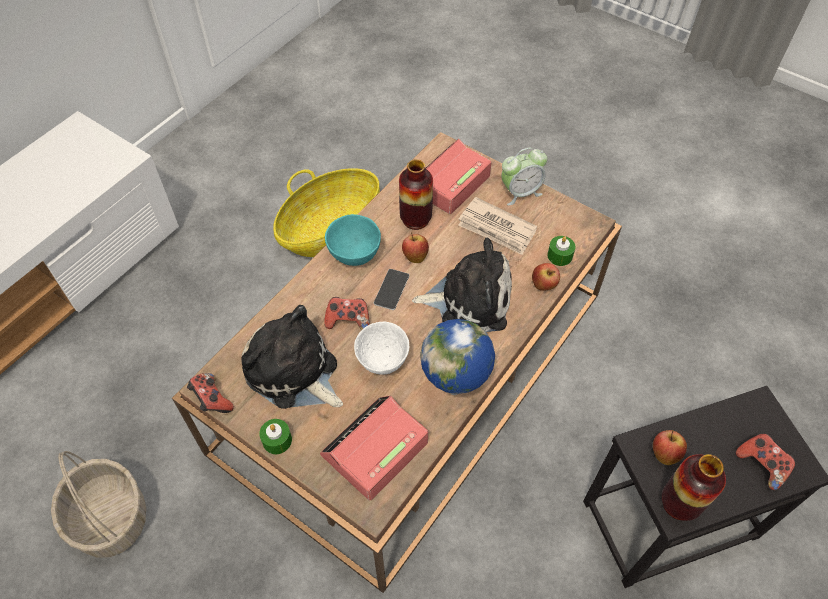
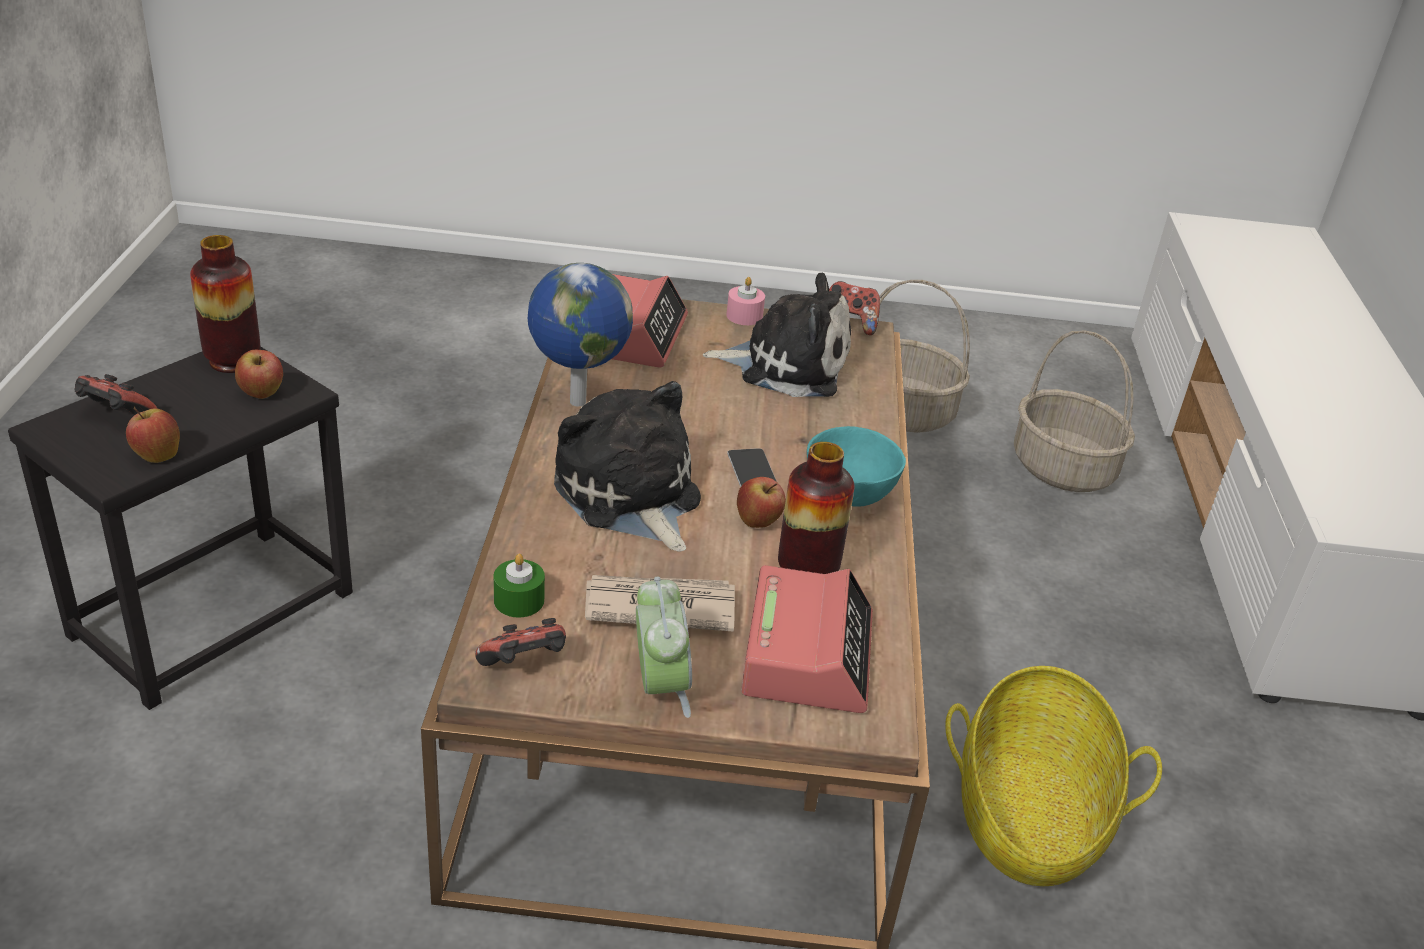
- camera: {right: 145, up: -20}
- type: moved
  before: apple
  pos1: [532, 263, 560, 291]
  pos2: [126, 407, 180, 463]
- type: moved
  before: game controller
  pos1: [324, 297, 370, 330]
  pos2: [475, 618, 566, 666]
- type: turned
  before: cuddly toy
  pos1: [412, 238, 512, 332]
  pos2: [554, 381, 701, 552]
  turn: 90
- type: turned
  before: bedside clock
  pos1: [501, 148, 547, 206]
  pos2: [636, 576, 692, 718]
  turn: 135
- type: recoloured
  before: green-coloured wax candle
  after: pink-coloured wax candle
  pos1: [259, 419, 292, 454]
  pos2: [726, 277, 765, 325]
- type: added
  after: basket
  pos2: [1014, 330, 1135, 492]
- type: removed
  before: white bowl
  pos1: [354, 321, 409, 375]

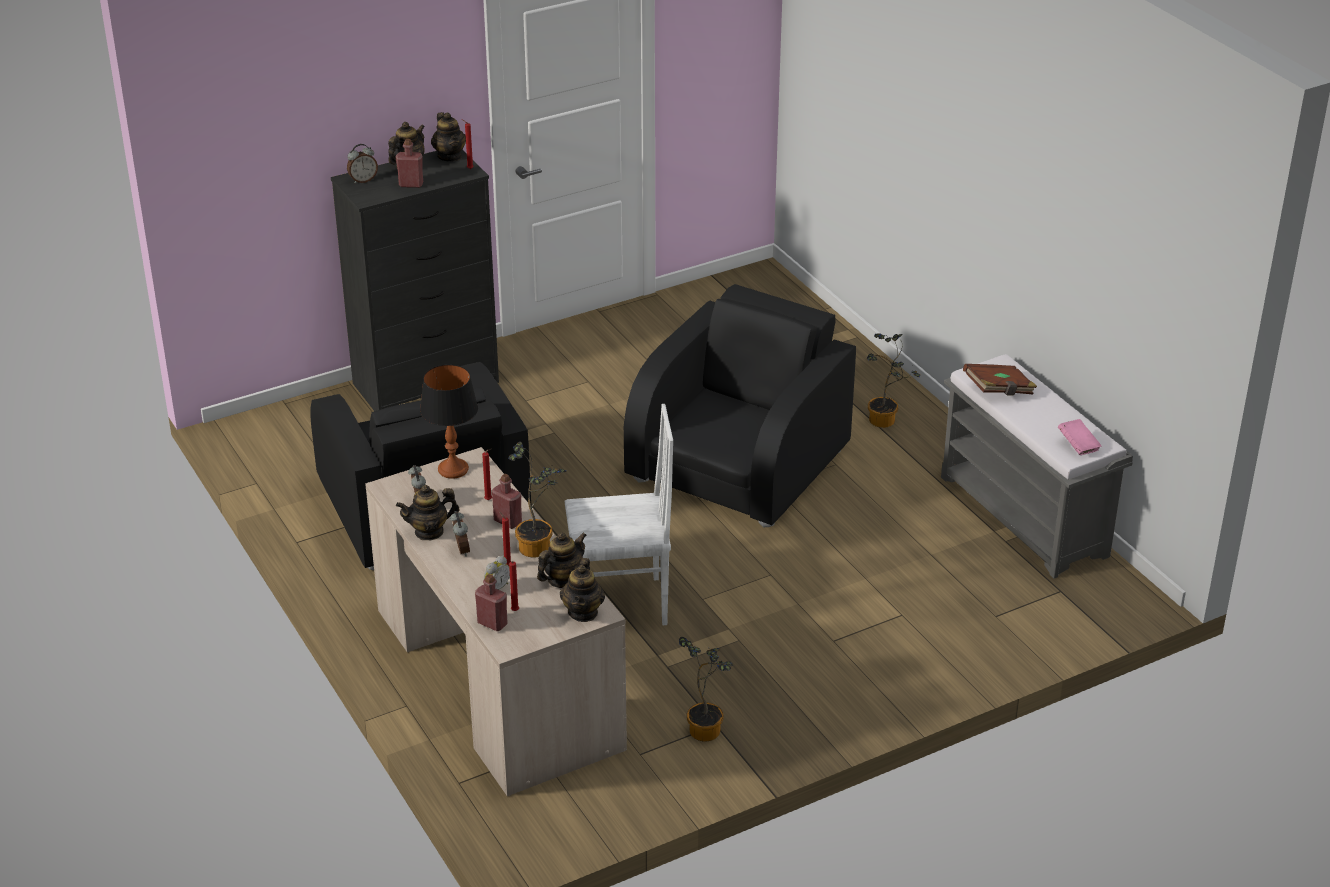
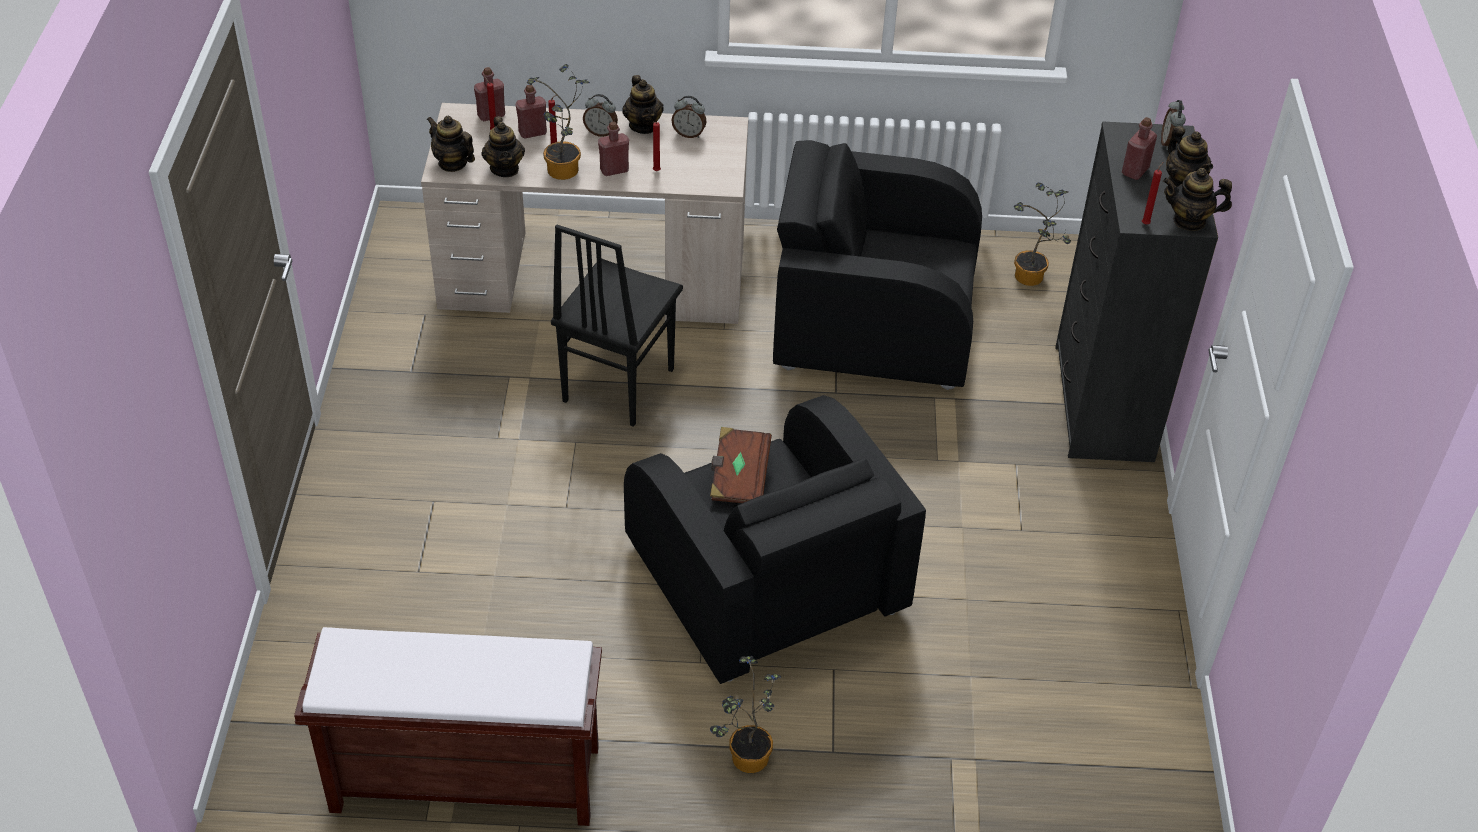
- camera: {right: 120, up: 10}
- type: recoloured
  before: greyish bench
  after: brownish bench
  pos1: [941, 354, 1133, 579]
  pos2: [294, 627, 602, 826]
- type: replaced
  before: bedside clock
  after: red drink bottle
  pos1: [484, 556, 510, 590]
  pos2: [516, 85, 547, 139]
- type: recoloured
  before: white upright chair
  after: black upright chair
  pos1: [565, 404, 673, 625]
  pos2: [551, 225, 683, 427]
- type: turned
  before: teapot
  pos1: [396, 485, 459, 540]
  pos2: [622, 75, 664, 134]
  turn: 150
- type: moved
  before: brownish book
  pos1: [963, 364, 1037, 396]
  pos2: [710, 427, 772, 503]
- type: moved
  before: potted plant
  pos1: [679, 637, 733, 741]
  pos2: [1014, 182, 1072, 286]
- type: removed
  before: lamp for a table
  pos1: [420, 364, 478, 479]
- type: removed
  before: pink-coloured book
  pos1: [1058, 419, 1102, 455]

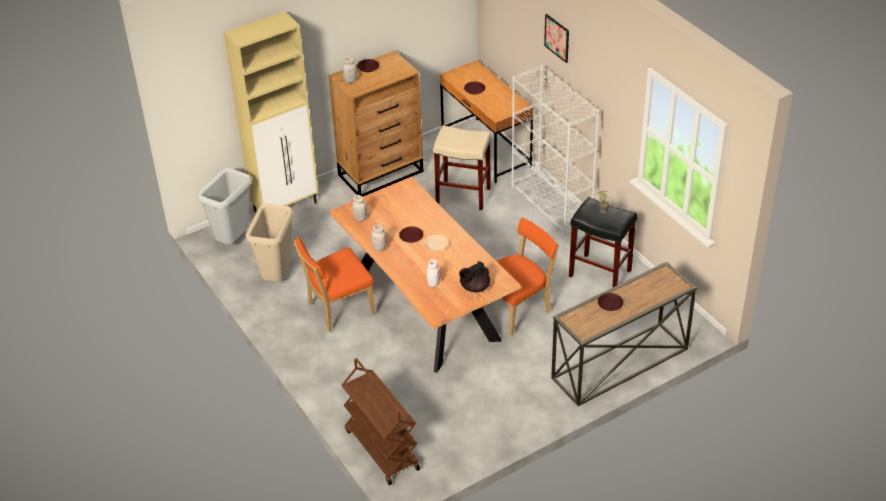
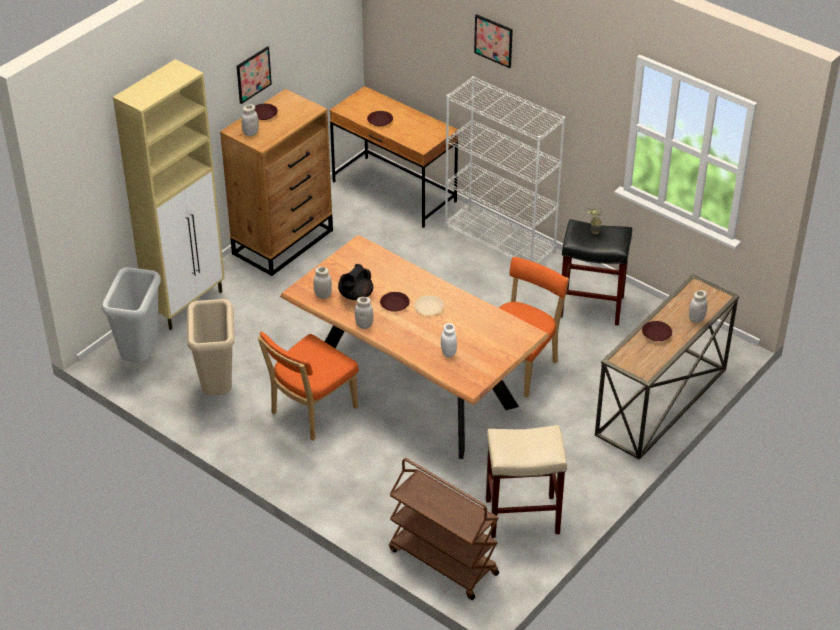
- camera: {right: -20, up: 0}
- type: added
  after: picture
  pos2: [237, 46, 272, 104]
- type: moved
  before: black teapot
  pos1: [459, 261, 490, 292]
  pos2: [338, 264, 373, 300]
- type: moved
  before: sand-coloured stool seat
  pos1: [433, 125, 491, 210]
  pos2: [486, 425, 567, 538]
- type: added
  after: white jar
  pos2: [689, 290, 708, 323]

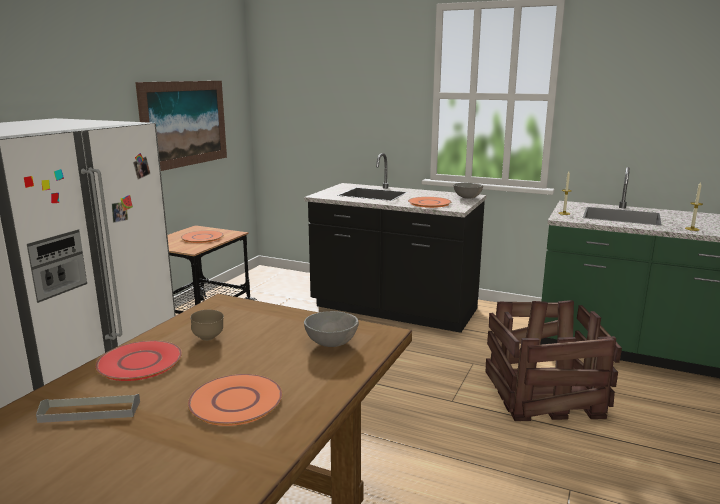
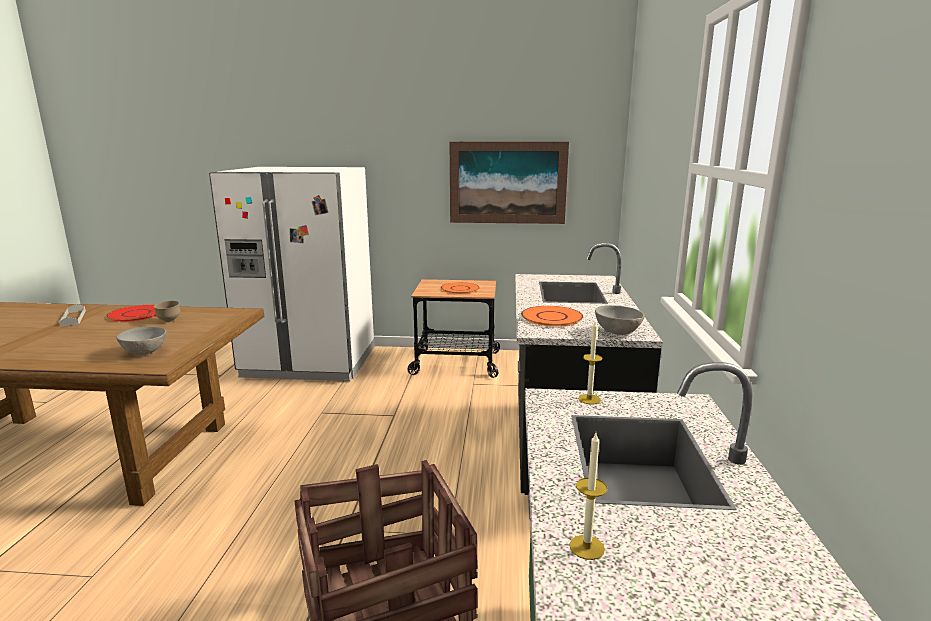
- camera: {right: 70, up: 0}
- type: removed
  before: orangey flat dish
  pos1: [188, 374, 282, 426]

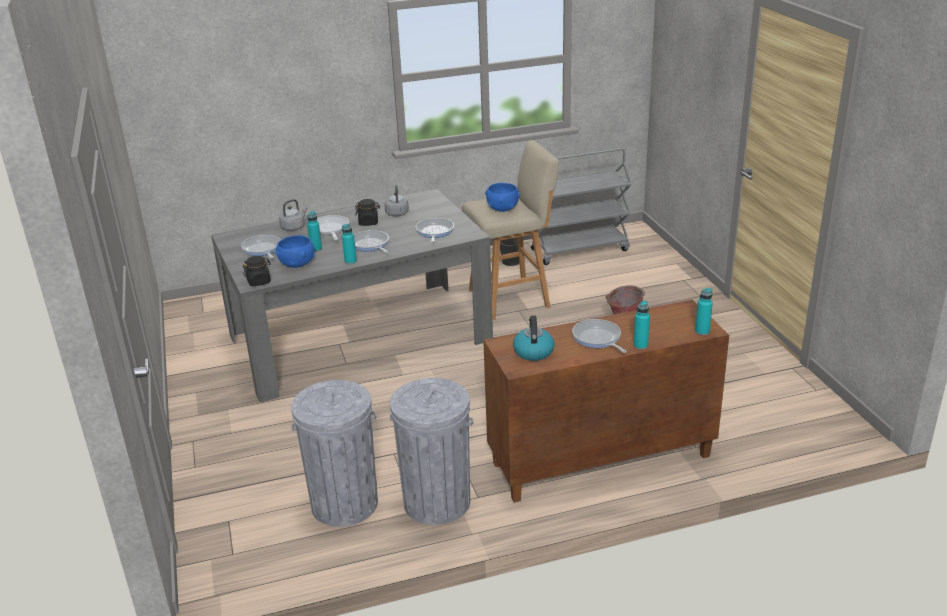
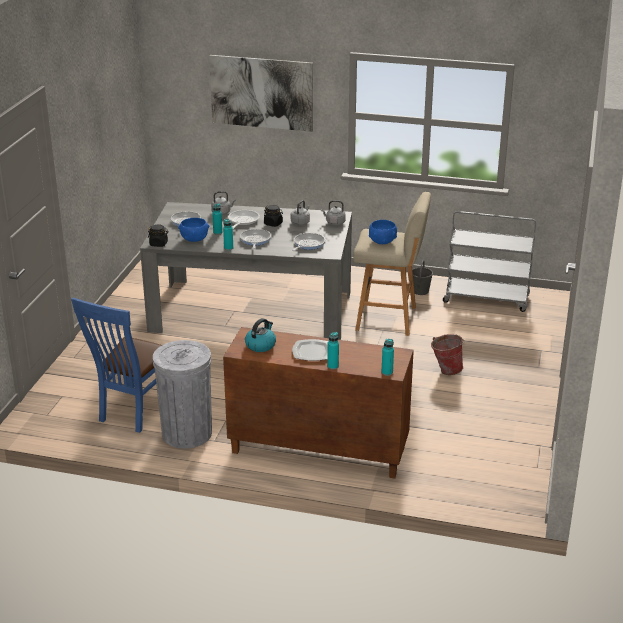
- camera: {right: 30, up: 0}
- type: replaced
  before: greyish trash can
  after: bluish upright chair
  pos1: [291, 380, 378, 527]
  pos2: [71, 298, 162, 433]
- type: added
  after: picture
  pos2: [209, 55, 313, 132]
- type: replaced
  before: frying pan
  after: flat dish
  pos1: [572, 319, 627, 353]
  pos2: [292, 339, 328, 361]
- type: added
  after: greyish water kettle
  pos2: [321, 200, 346, 225]

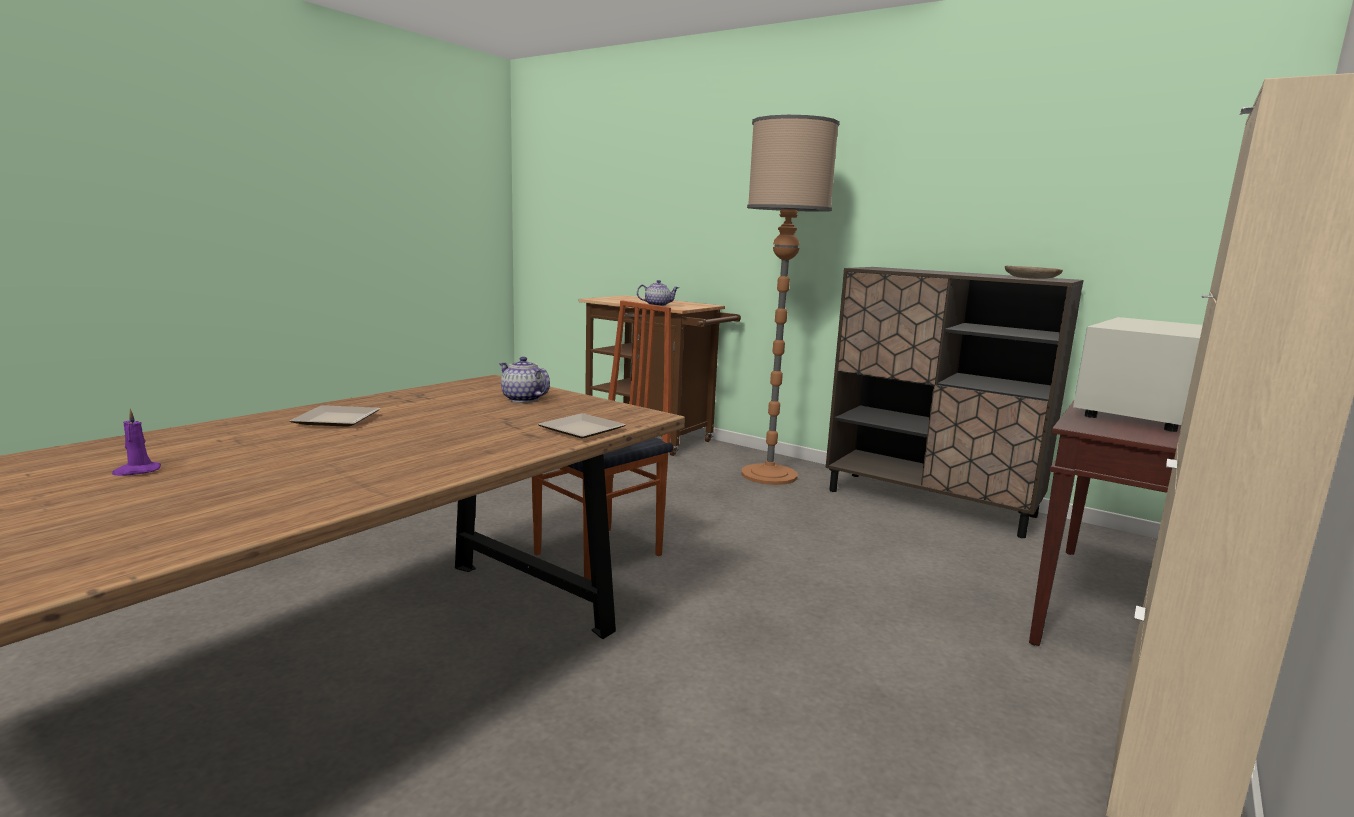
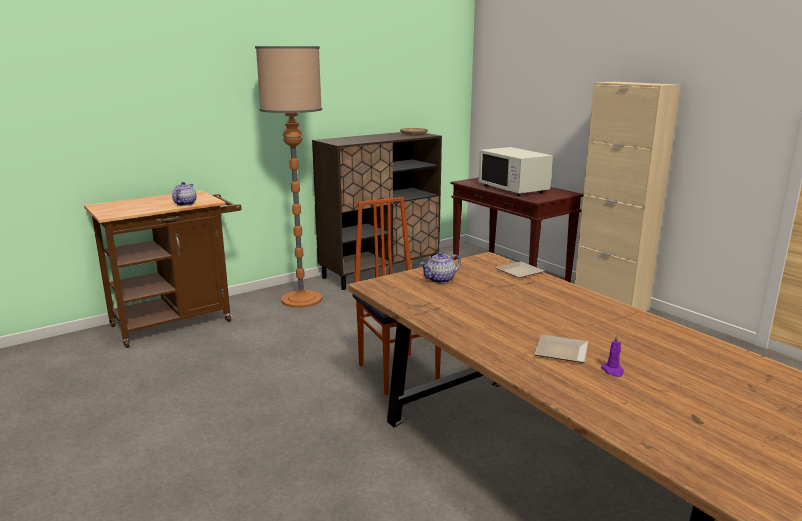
- camera: {right: -70, up: 5}
- type: moved
  before: flat dish
  pos1: [290, 405, 380, 427]
  pos2: [535, 335, 588, 363]

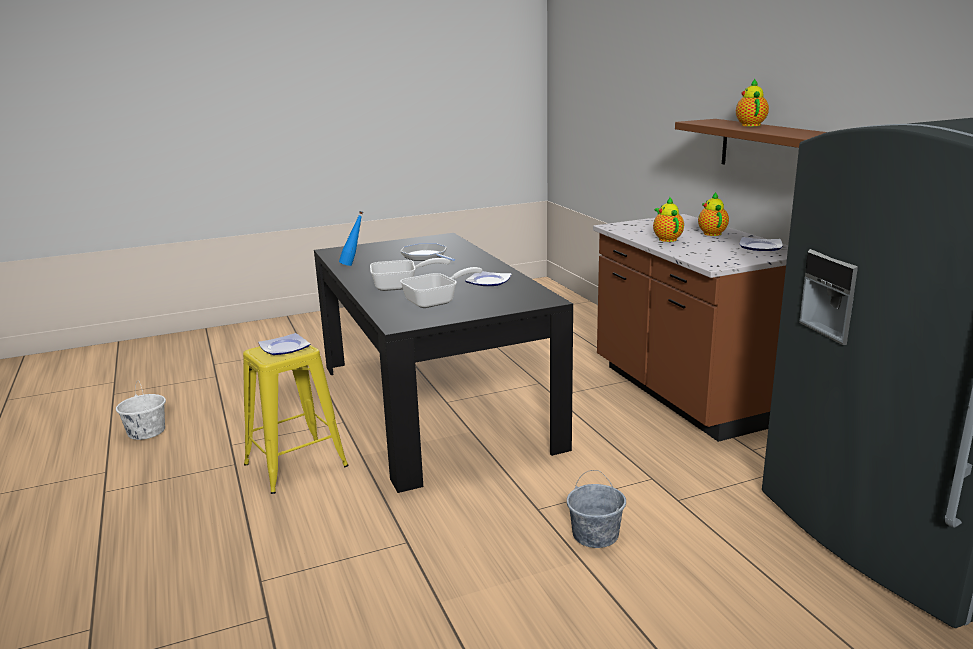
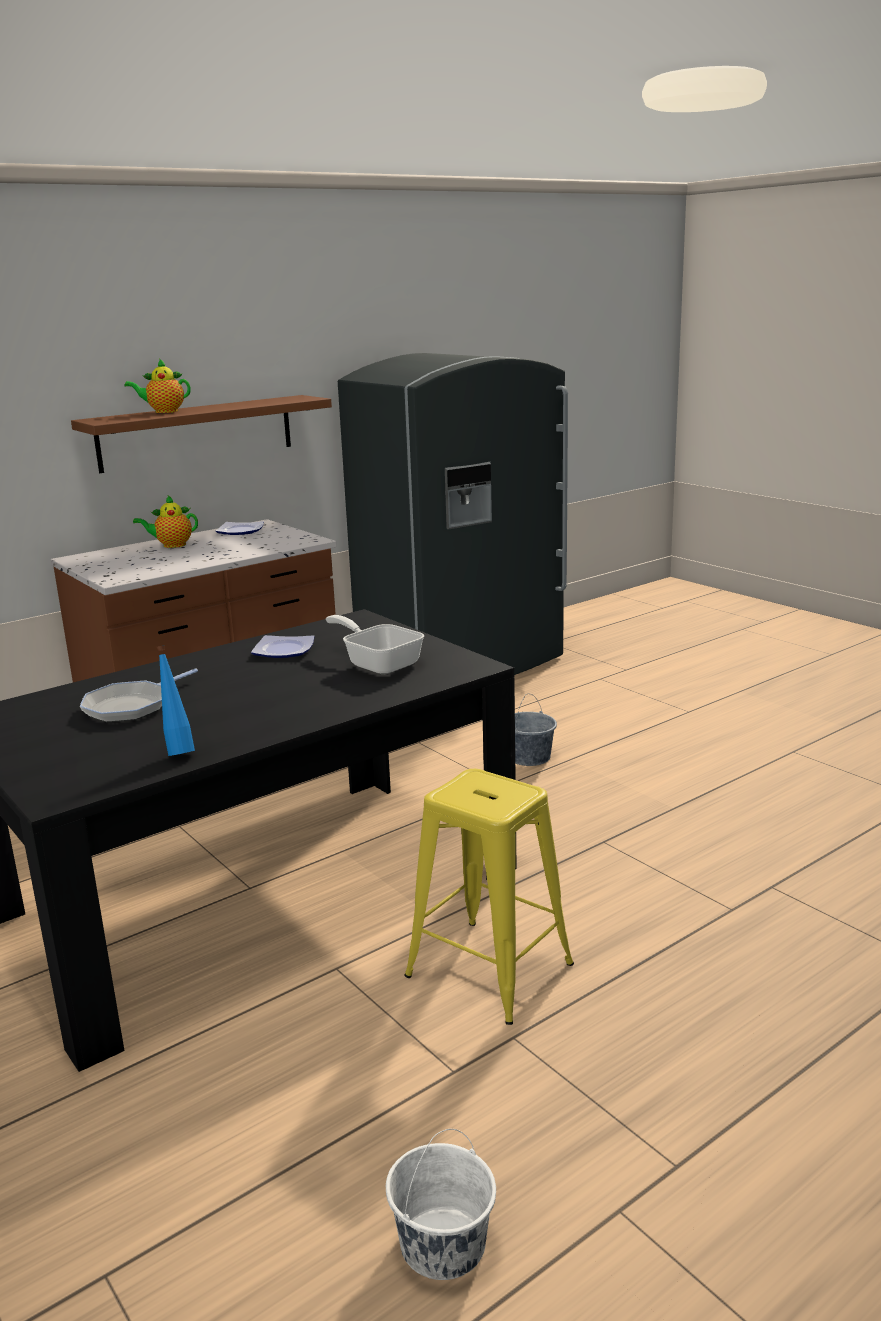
- camera: {right: -105, up: 0}
- type: removed
  before: flat dish
  pos1: [258, 333, 311, 355]
- type: removed
  before: frying pan
  pos1: [370, 258, 450, 291]
- type: removed
  before: teapot
  pos1: [653, 197, 684, 242]

